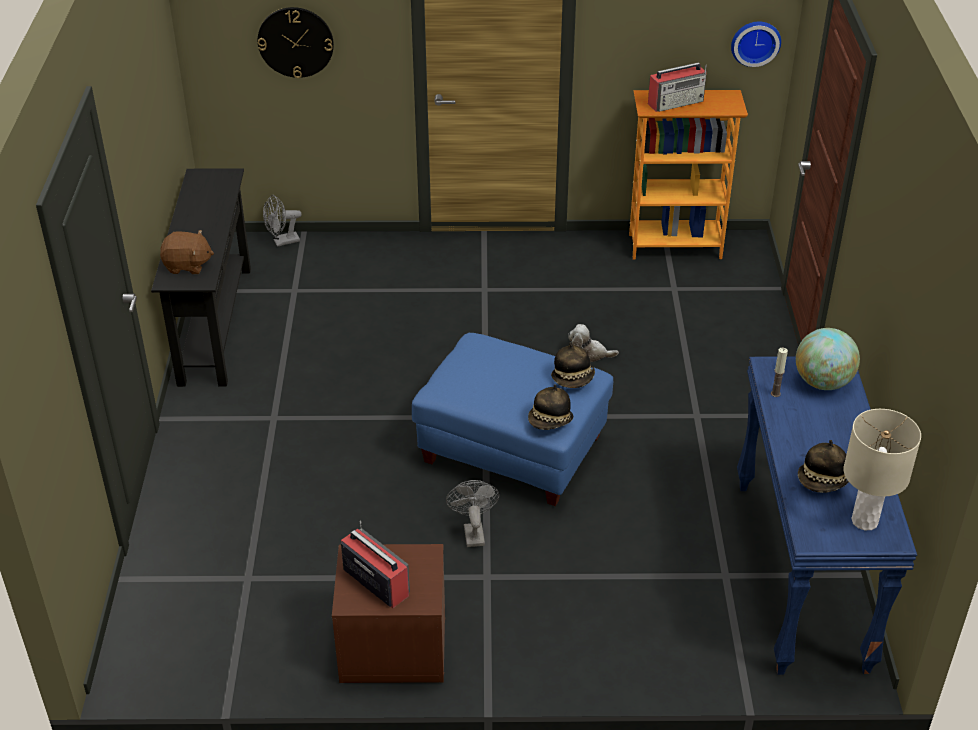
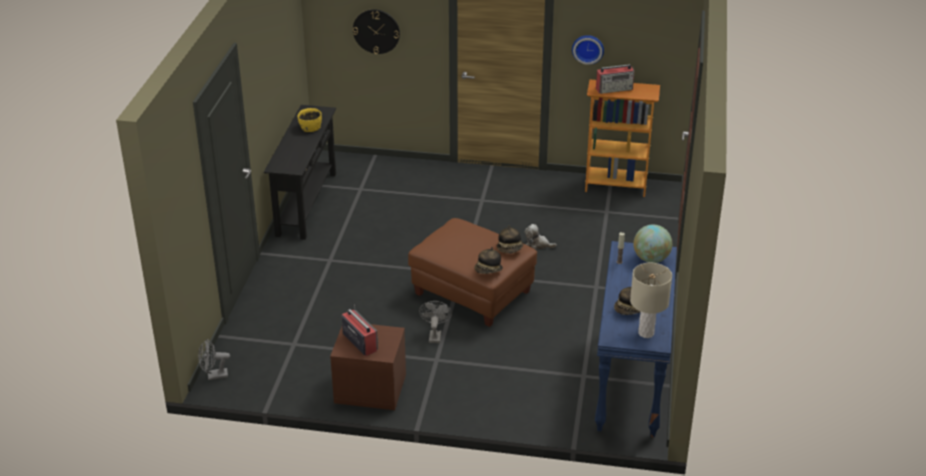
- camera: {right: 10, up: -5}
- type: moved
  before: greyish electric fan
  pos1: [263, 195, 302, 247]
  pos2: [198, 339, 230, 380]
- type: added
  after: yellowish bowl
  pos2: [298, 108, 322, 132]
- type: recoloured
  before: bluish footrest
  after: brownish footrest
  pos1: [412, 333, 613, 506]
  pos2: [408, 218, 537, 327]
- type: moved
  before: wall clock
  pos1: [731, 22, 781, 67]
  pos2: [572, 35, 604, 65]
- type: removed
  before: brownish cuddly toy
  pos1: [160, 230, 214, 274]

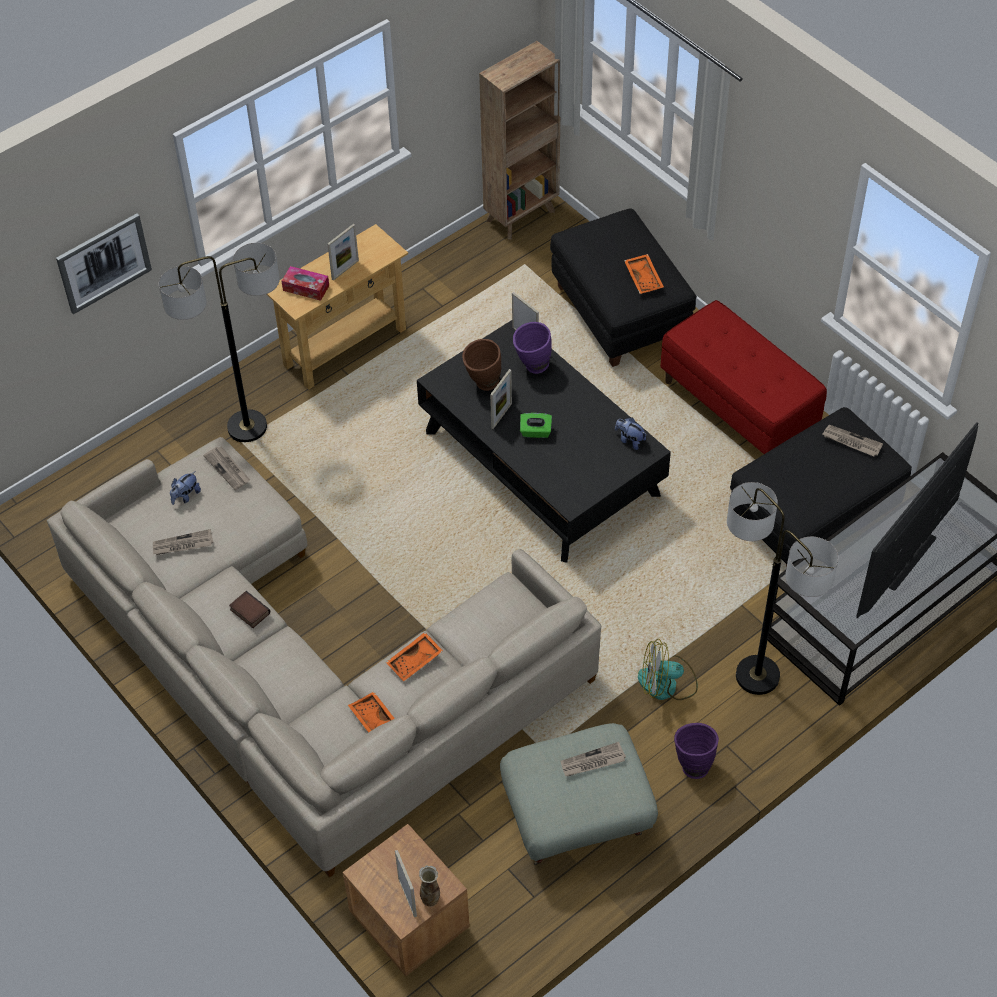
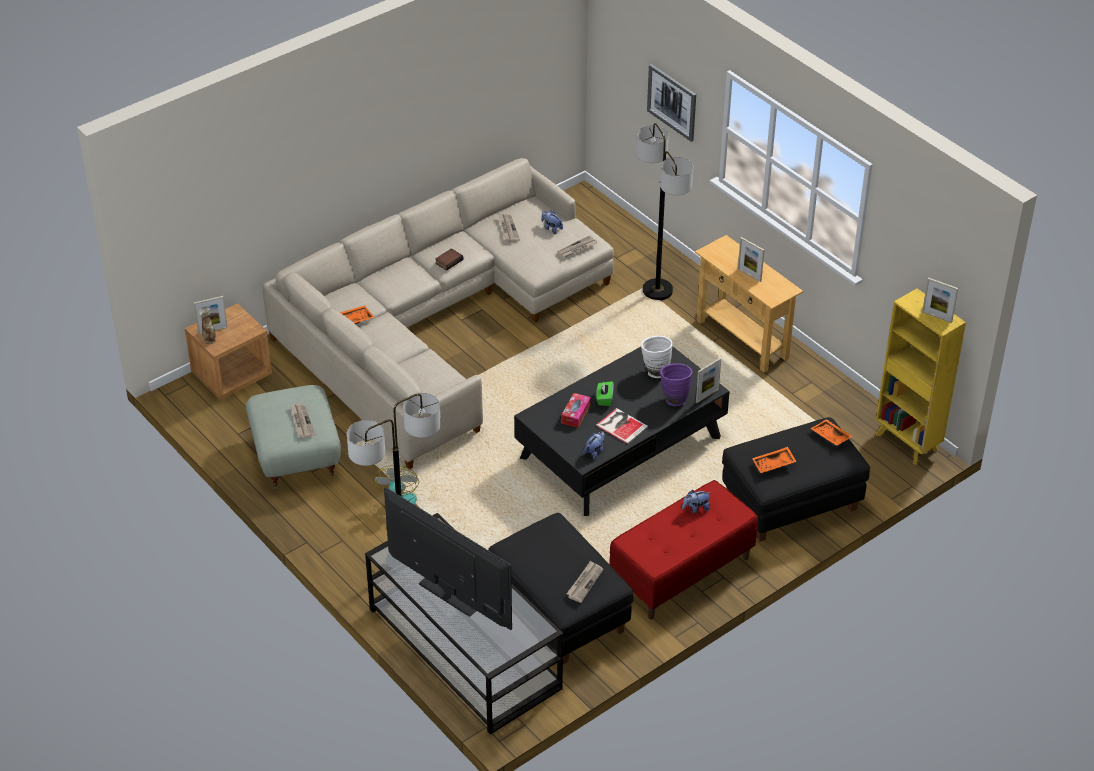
- camera: {right: 90, up: -10}
- type: moved
  before: tissue holder
  pos1: [282, 266, 329, 301]
  pos2: [561, 393, 591, 428]
- type: added
  after: book
  pos2: [596, 408, 648, 444]
- type: recoloured
  before: brownish decorative vase
  after: white decorative vase
  pos1: [462, 339, 501, 391]
  pos2: [641, 336, 673, 378]
- type: added
  after: cuddly toy
  pos2: [682, 490, 711, 513]
- type: moved
  before: orangey serving tray
  pos1: [386, 632, 443, 681]
  pos2: [810, 419, 853, 446]
- type: recoloured
  before: brownish bookshelf
  after: yellowish bookshelf
  pos1: [479, 41, 560, 239]
  pos2: [876, 289, 966, 465]
- type: moved
  before: standing frame
  pos1: [490, 369, 512, 429]
  pos2: [922, 278, 958, 323]
- type: removed
  before: purple-coloured decorative vase
  pos1: [674, 723, 719, 779]

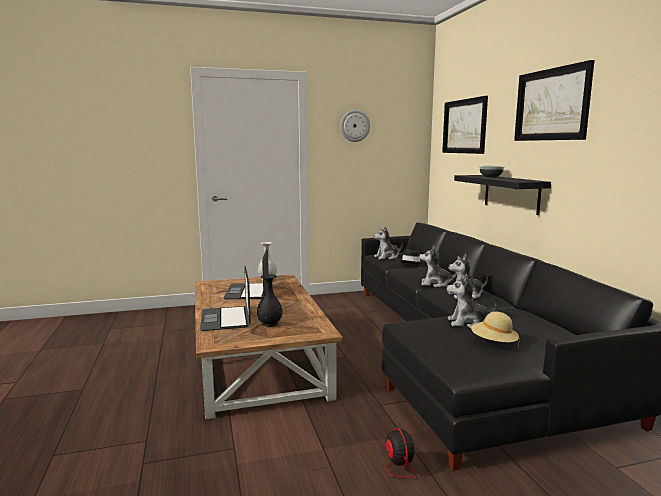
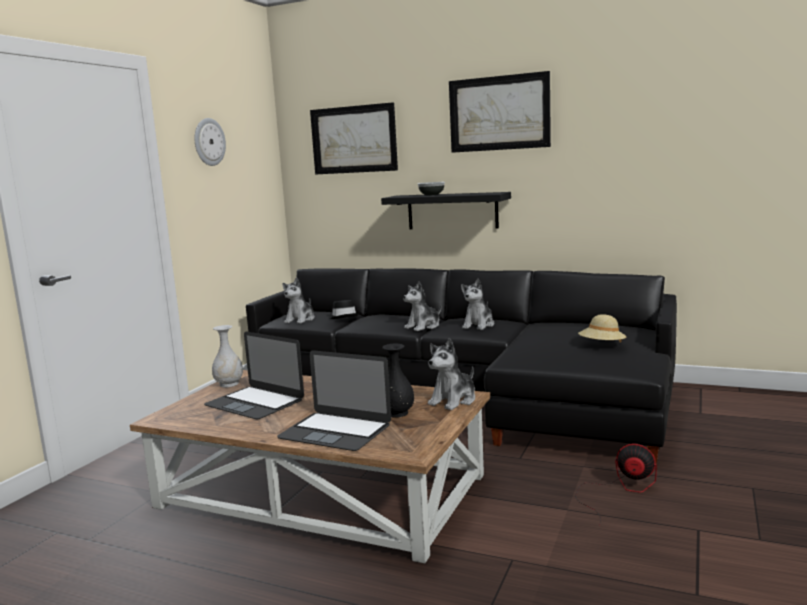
- camera: {right: -50, up: 0}
- type: moved
  before: cuddly toy
  pos1: [447, 274, 496, 328]
  pos2: [428, 338, 475, 410]

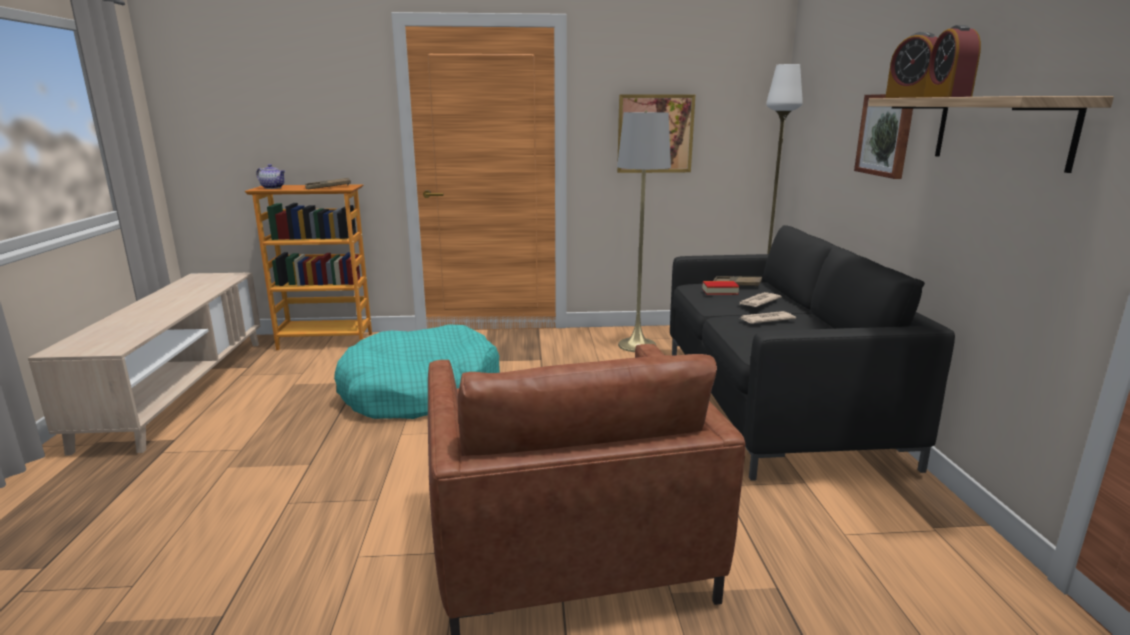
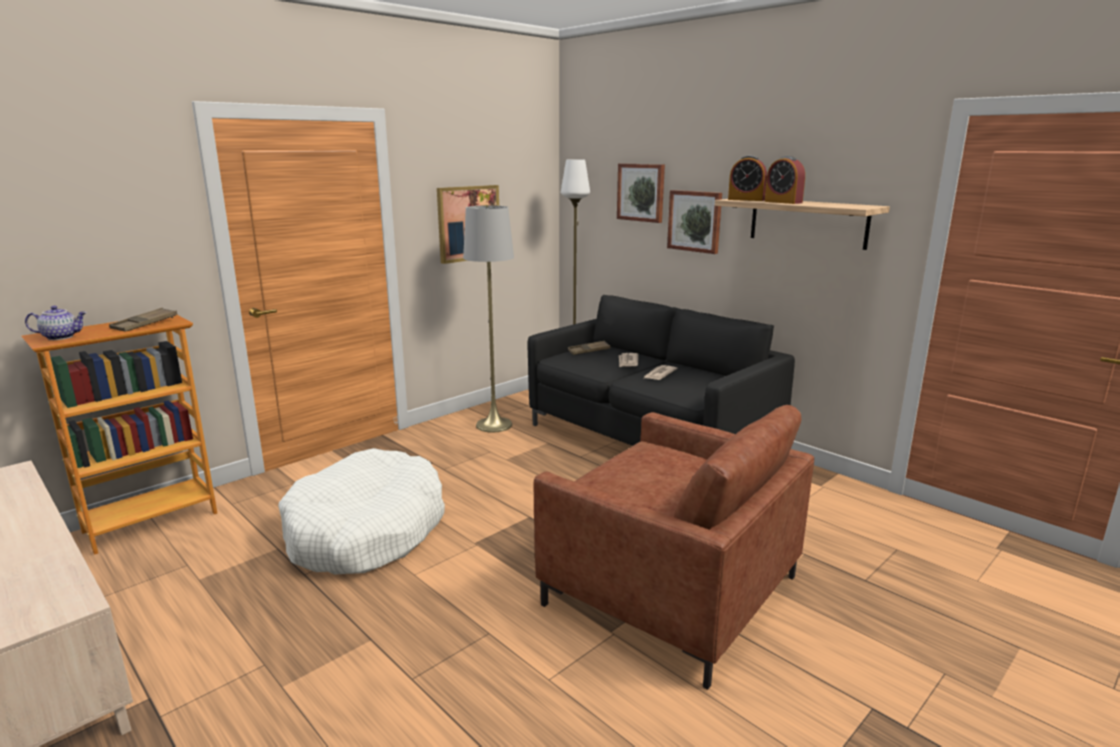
- camera: {right: -40, up: 0}
- type: recoloured
  before: turquoise pet bed
  after: white pet bed
  pos1: [334, 324, 500, 419]
  pos2: [278, 448, 445, 575]
- type: added
  after: picture
  pos2: [617, 164, 665, 223]
- type: removed
  before: book
  pos1: [702, 281, 739, 295]

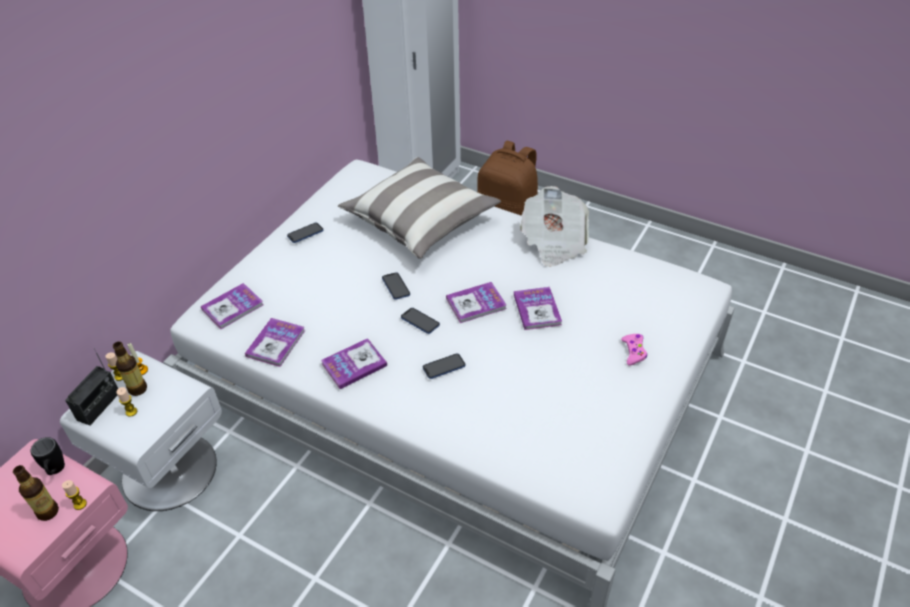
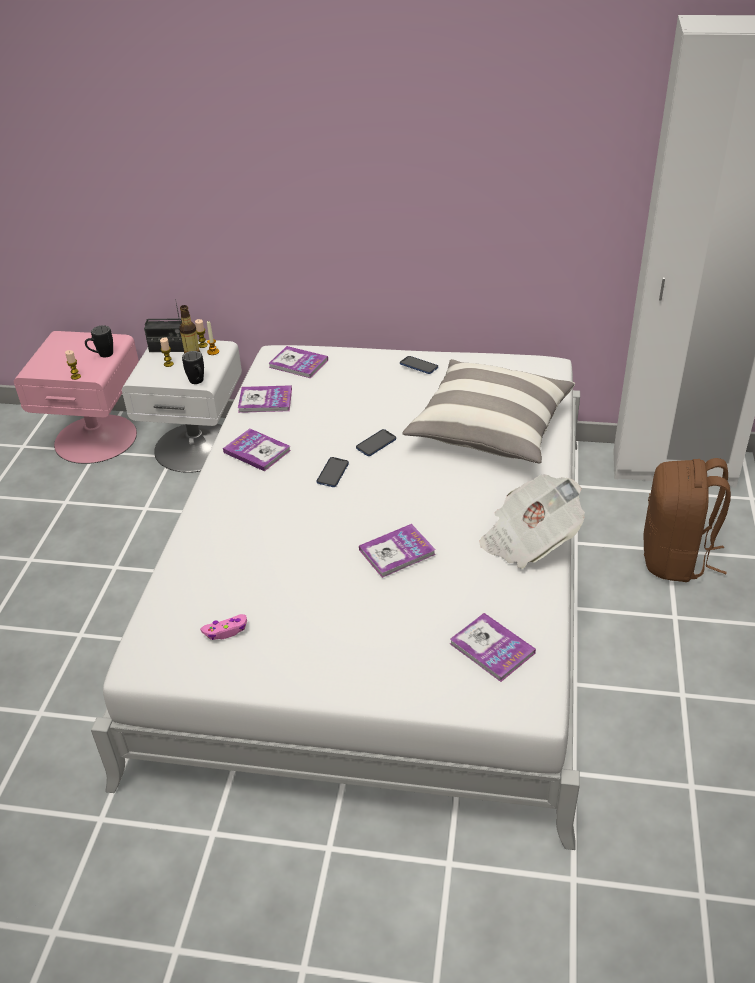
- camera: {right: 70, up: -5}
- type: added
  after: black mug
  pos2: [182, 351, 204, 384]
- type: moved
  before: pink-coloured game controller
  pos1: [621, 334, 647, 366]
  pos2: [200, 614, 247, 640]
- type: moved
  before: book
  pos1: [446, 282, 506, 323]
  pos2: [450, 613, 536, 682]
- type: removed
  before: drink bottle
  pos1: [13, 465, 59, 521]
- type: removed
  before: phone
  pos1: [423, 353, 466, 379]

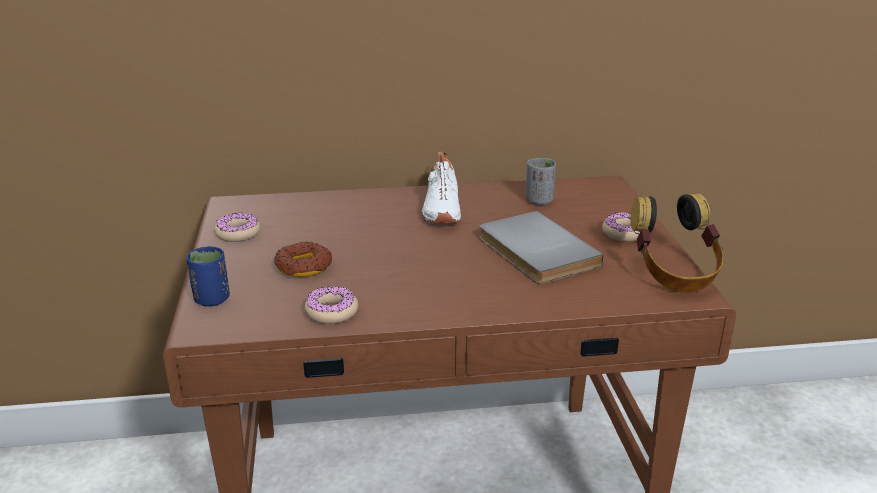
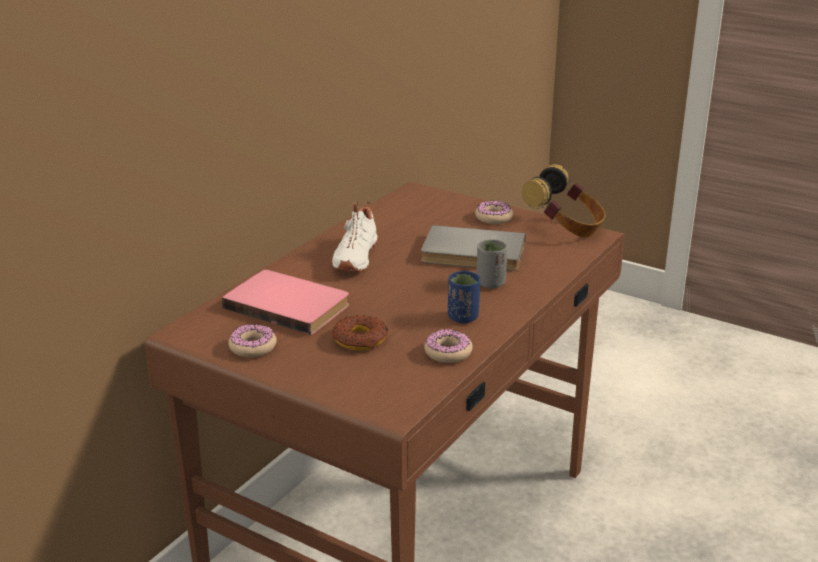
- camera: {right: -50, up: 0}
- type: added
  after: pink-coloured book
  pos2: [222, 270, 349, 335]
- type: turned
  before: white low shoe
  pos1: [422, 151, 461, 223]
  pos2: [332, 202, 378, 271]
  turn: 60
- type: moved
  before: bluish drinking cup
  pos1: [187, 246, 230, 307]
  pos2: [448, 271, 480, 323]
- type: moved
  before: greyish drinking cup
  pos1: [526, 158, 556, 205]
  pos2: [477, 239, 507, 289]

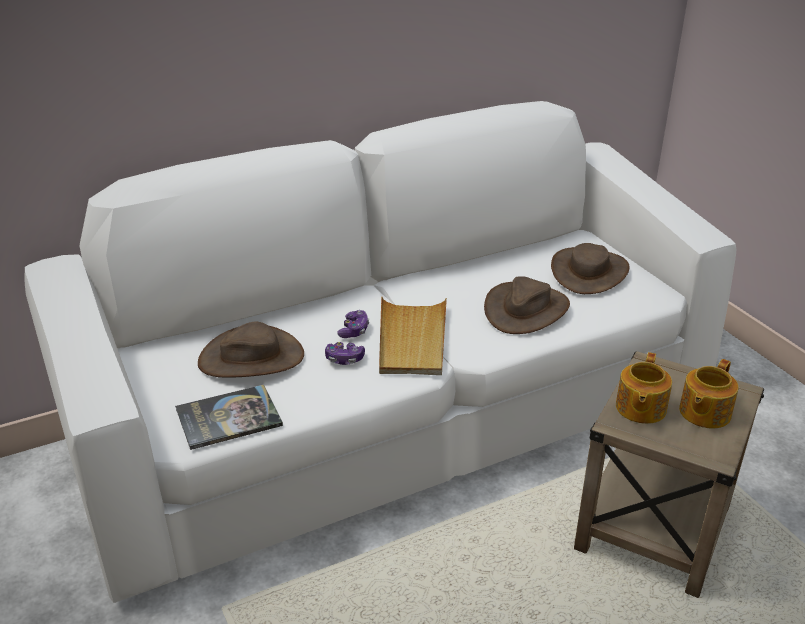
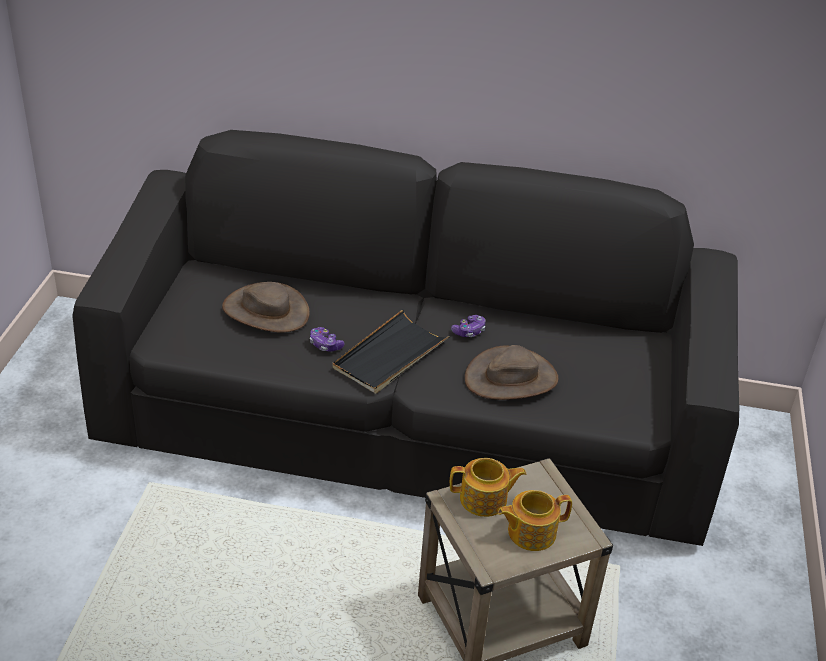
- camera: {right: 35, up: 5}
- type: recoloured
  before: white sofa
  after: black sofa
  pos1: [24, 101, 736, 603]
  pos2: [72, 130, 739, 546]
- type: recoloured
  before: sand-coloured serving tray
  after: black serving tray
  pos1: [379, 297, 447, 375]
  pos2: [332, 309, 451, 394]
- type: turned
  before: teapot
  pos1: [616, 352, 672, 424]
  pos2: [450, 458, 526, 517]
  turn: -150
- type: moved
  before: game controller
  pos1: [337, 310, 369, 338]
  pos2: [451, 315, 486, 337]
- type: removed
  before: book
  pos1: [175, 385, 283, 450]
- type: removed
  before: brownish clothing hat
  pos1: [551, 243, 630, 294]

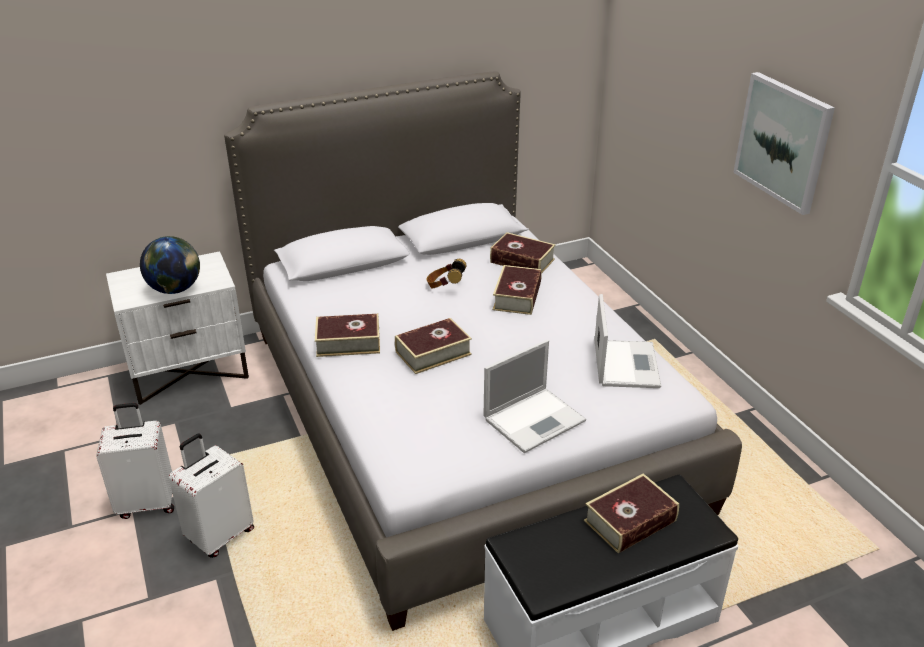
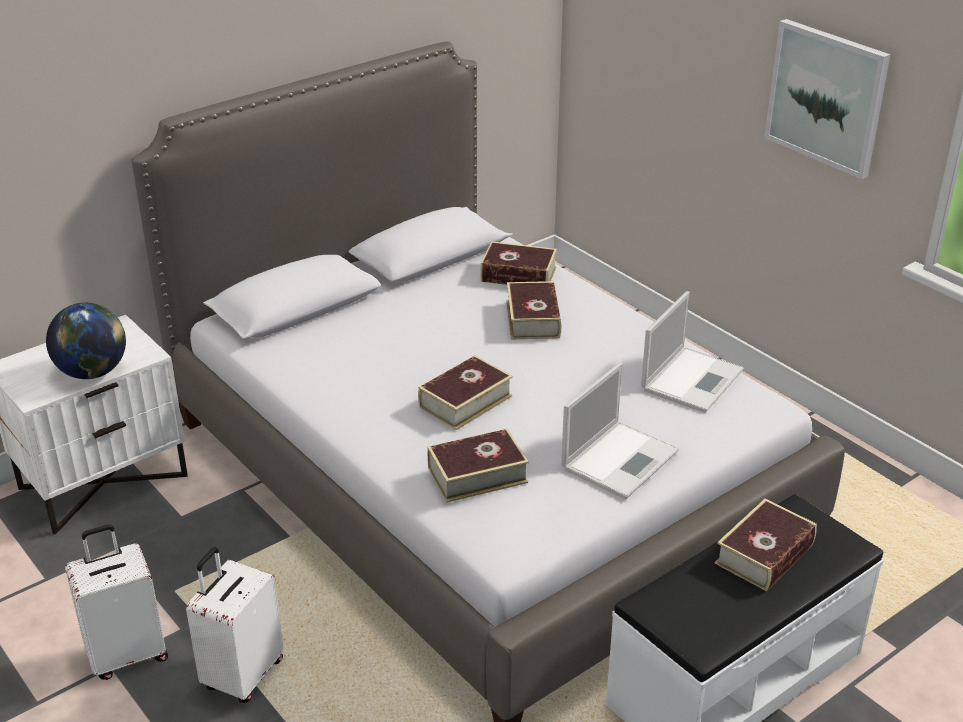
- camera: {right: -15, up: 0}
- type: moved
  before: book
  pos1: [315, 314, 380, 357]
  pos2: [427, 429, 529, 502]
- type: turned
  before: portable computer
  pos1: [594, 294, 661, 388]
  pos2: [641, 291, 744, 413]
  turn: 45
- type: removed
  before: headset
  pos1: [426, 259, 467, 289]

